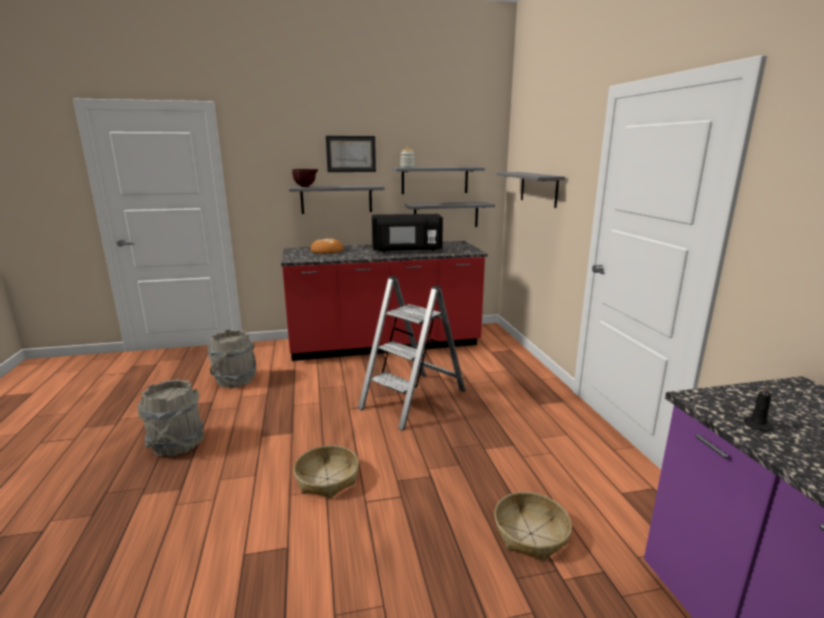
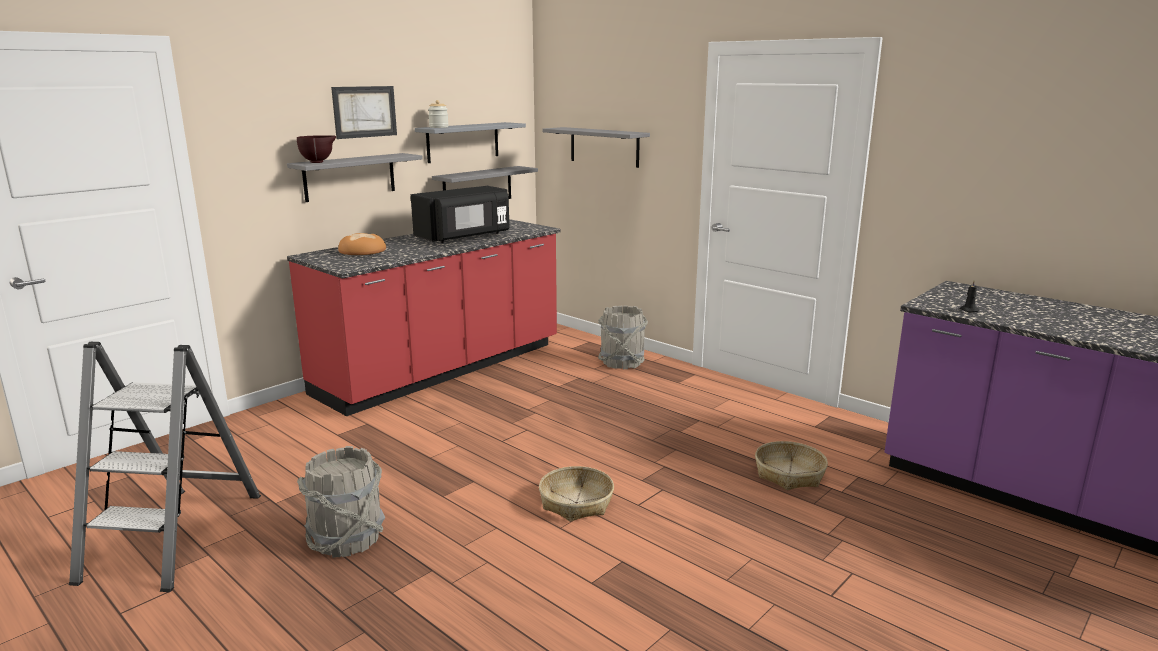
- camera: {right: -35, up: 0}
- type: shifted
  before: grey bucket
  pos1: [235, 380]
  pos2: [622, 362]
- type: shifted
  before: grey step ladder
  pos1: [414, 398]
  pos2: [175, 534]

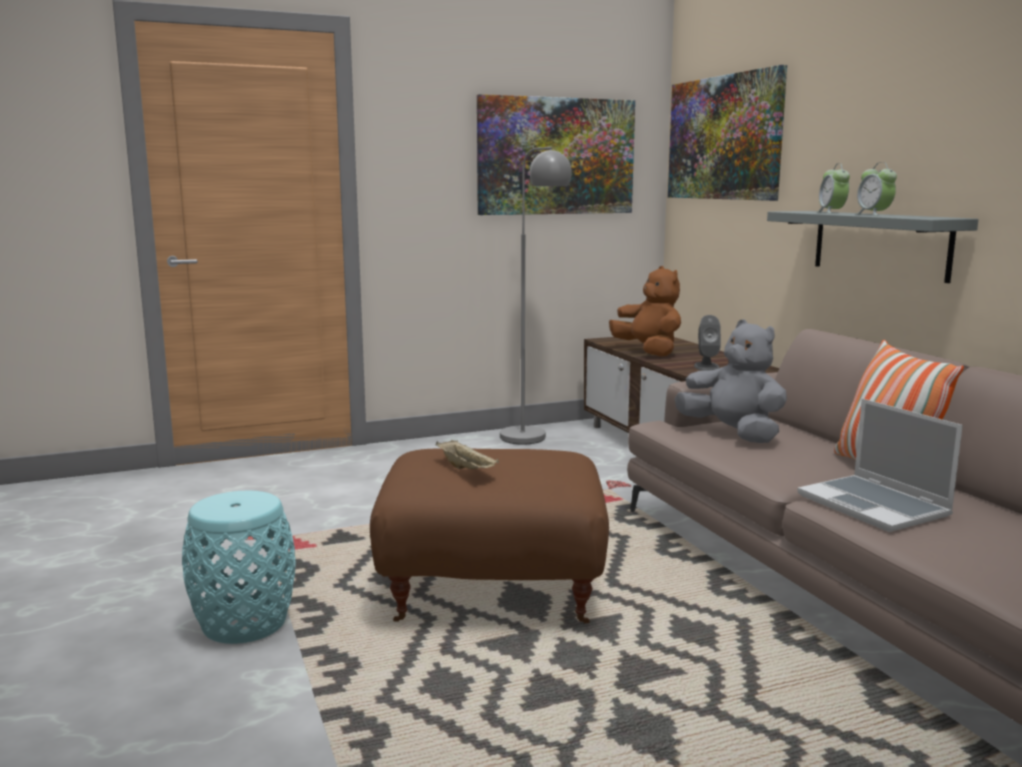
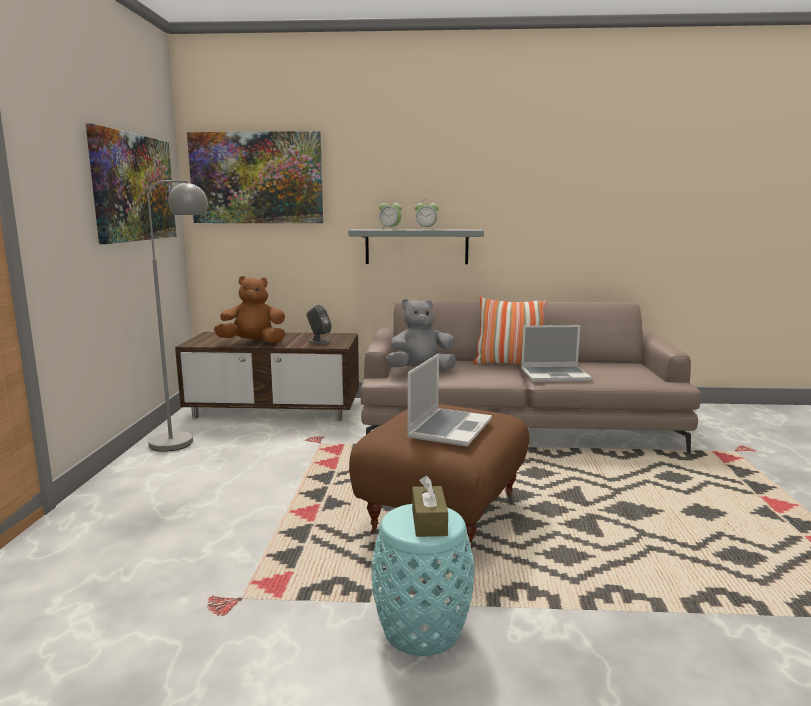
- camera: {right: -65, up: 0}
- type: new
  after: brown tissue box
  pos2: [429, 521]
- type: swapped
  before: beige tray
  after: laptop
  pos1: [467, 469]
  pos2: [449, 428]

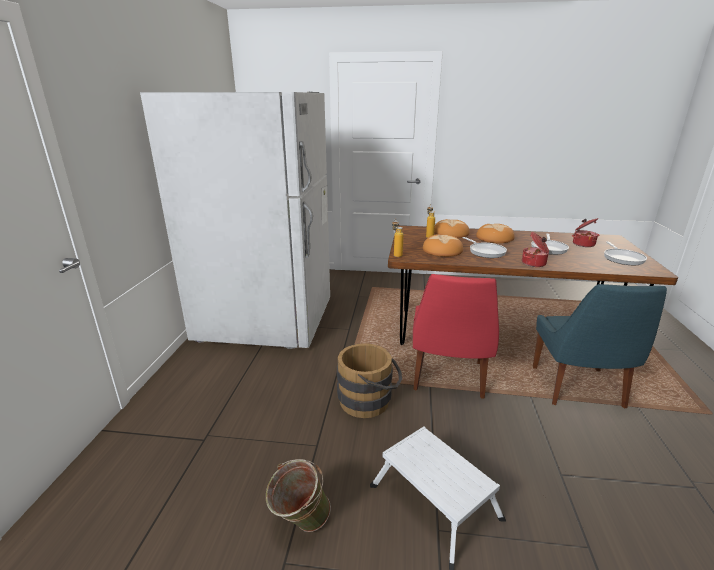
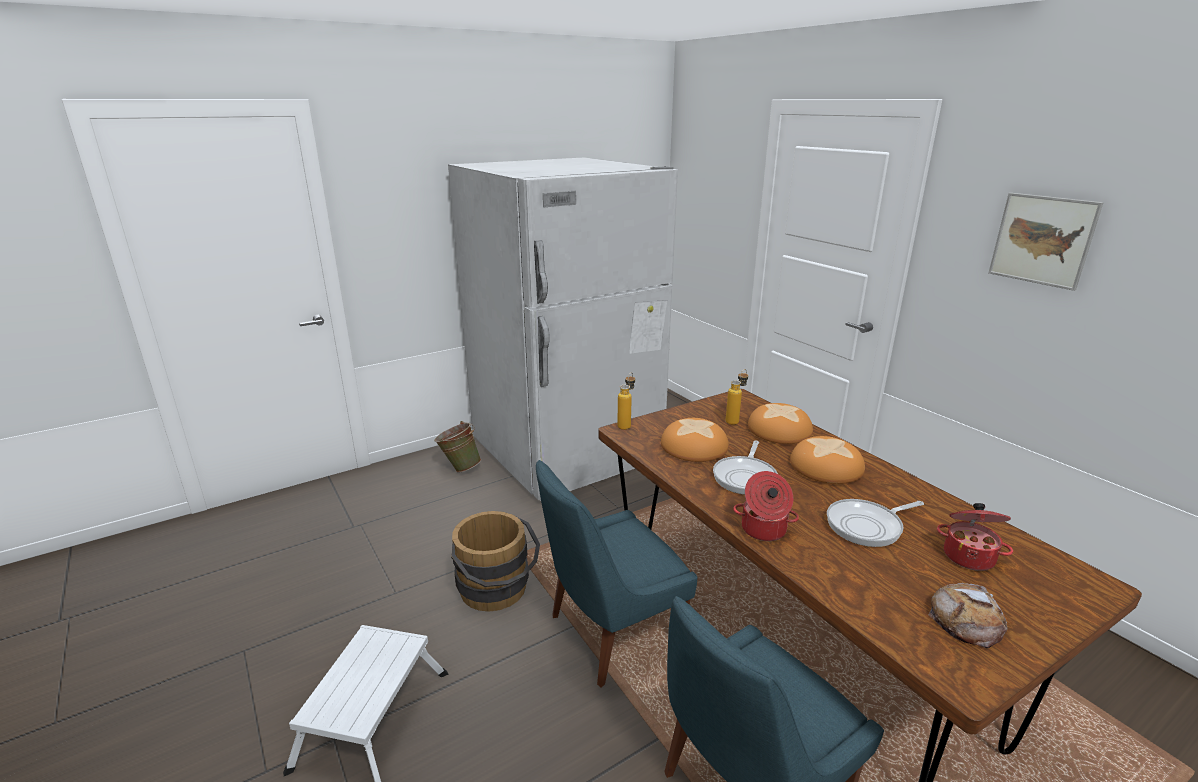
- camera: {right: 50, up: 0}
- type: new
  after: picture
  pos2: [1042, 240]
- type: shifted
  before: green bucket
  pos1: [300, 523]
  pos2: [459, 467]
- type: swapped
  before: frying pan
  after: bread
  pos1: [622, 258]
  pos2: [966, 620]
- type: repainted
  before: red chair
  after: blue chair
  pos1: [448, 378]
  pos2: [610, 634]

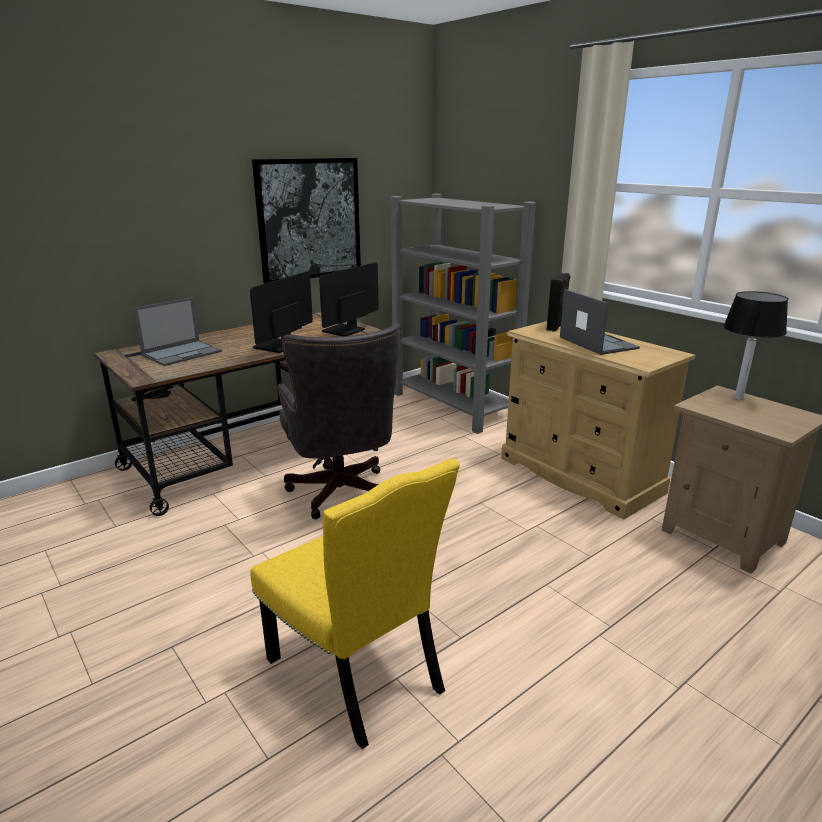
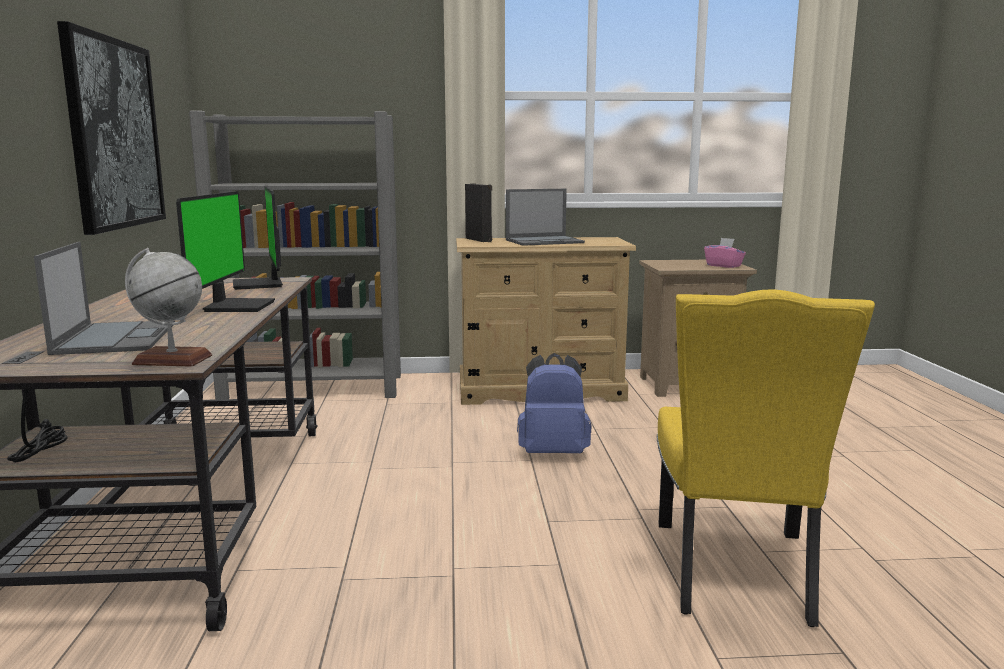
- camera: {right: -55, up: -10}
- type: gone
  before: grey office chair
  pos1: [342, 494]
- type: gone
  before: table lamp
  pos1: [738, 398]
- type: new
  after: globe
  pos2: [172, 360]
- type: new
  after: blue backpack
  pos2: [553, 452]
- type: new
  after: pink tissue box
  pos2: [724, 266]
- type: rotated
  before: monitor
  pos1: [278, 347]
  pos2: [236, 306]
  turn: -150
- type: rotated
  before: yellow chair
  pos1: [355, 669]
  pos2: [735, 567]
  turn: 105
- type: rotated
  before: laptop
  pos1: [597, 342]
  pos2: [545, 241]
  turn: 150

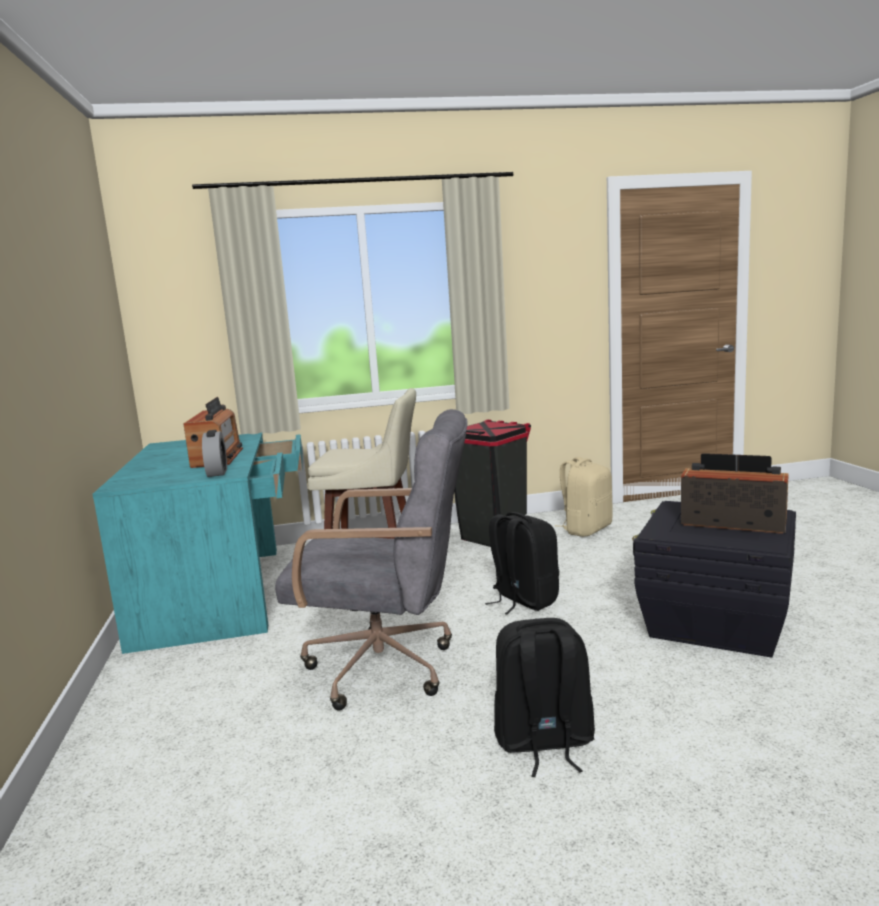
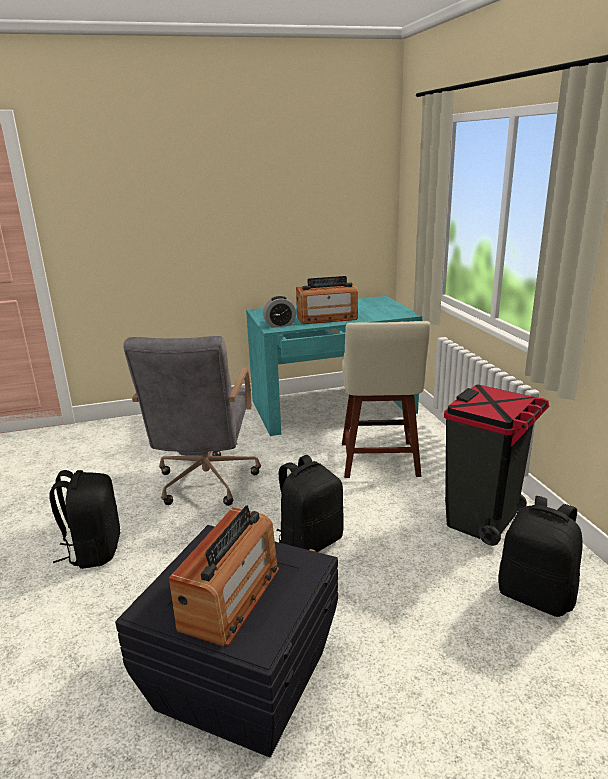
- camera: {right: 85, up: 10}
- type: repainted
  before: beige backpack
  after: black backpack
  pos1: [586, 529]
  pos2: [536, 595]

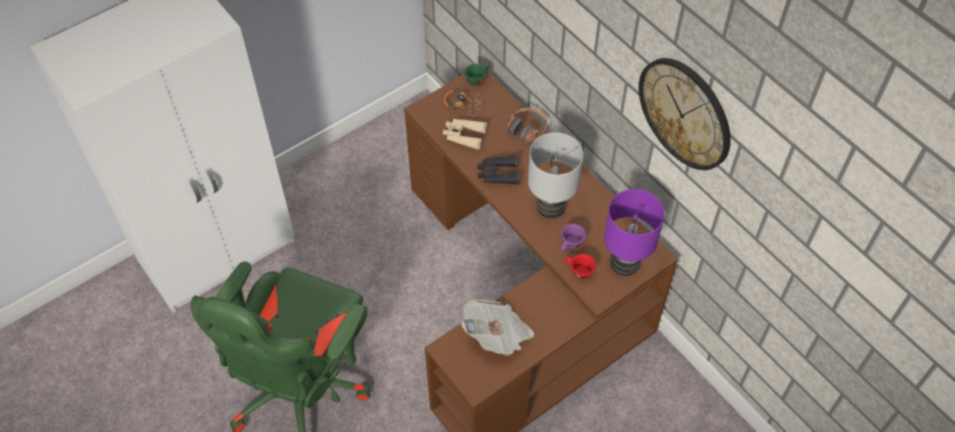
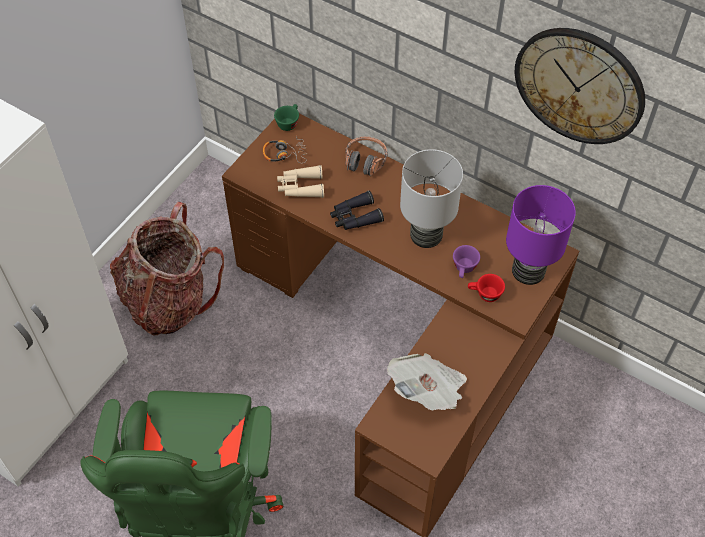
- camera: {right: -20, up: 0}
- type: new
  after: backpack
  pos2: [169, 300]

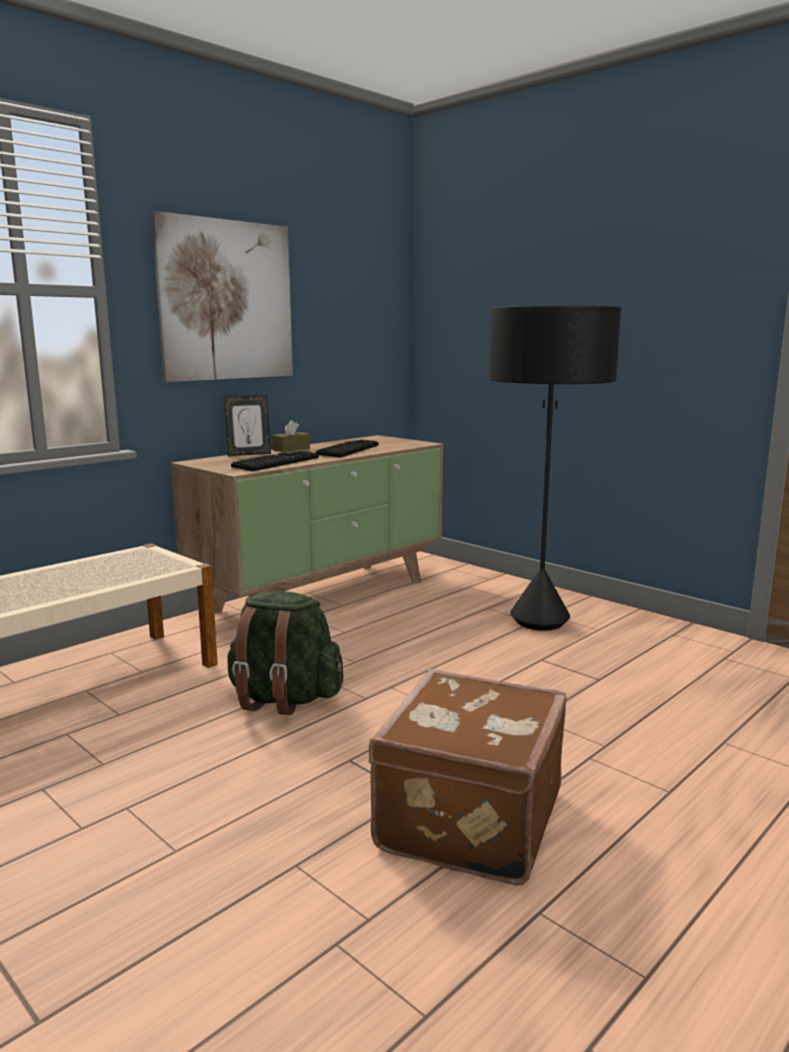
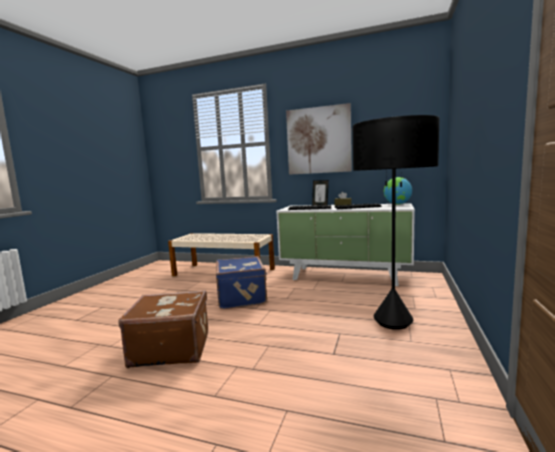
- camera: {right: 65, up: -5}
- type: new
  after: globe
  pos2: [397, 204]
- type: swapped
  before: green backpack
  after: blue suitcase
  pos1: [284, 699]
  pos2: [242, 297]
- type: repainted
  before: green dresser
  after: white dresser
  pos1: [320, 595]
  pos2: [345, 276]

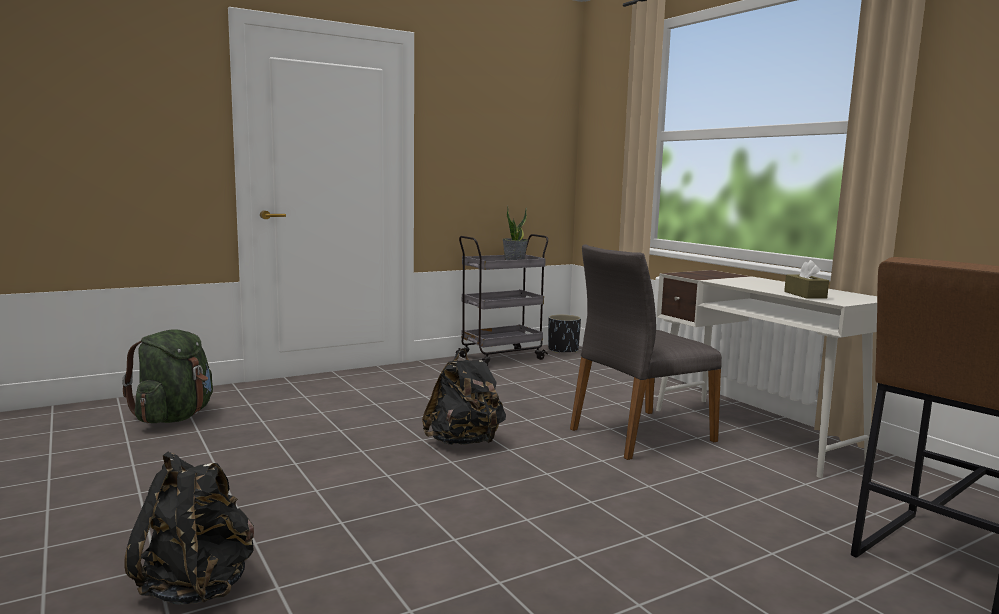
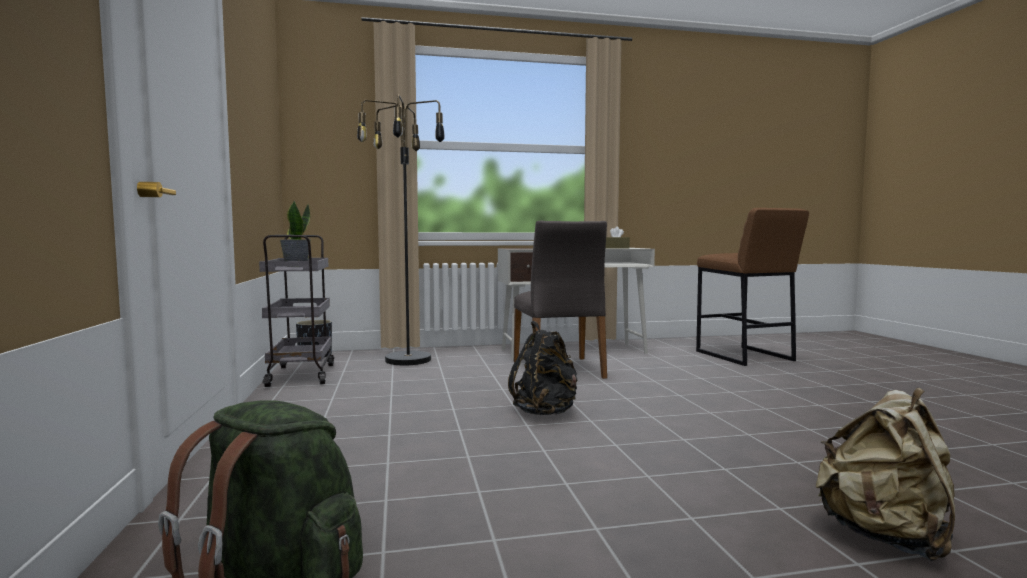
- camera: {right: -70, up: -5}
- type: new
  after: floor lamp
  pos2: [407, 360]
- type: repainted
  before: black backpack
  after: beige backpack
  pos1: [197, 586]
  pos2: [885, 536]

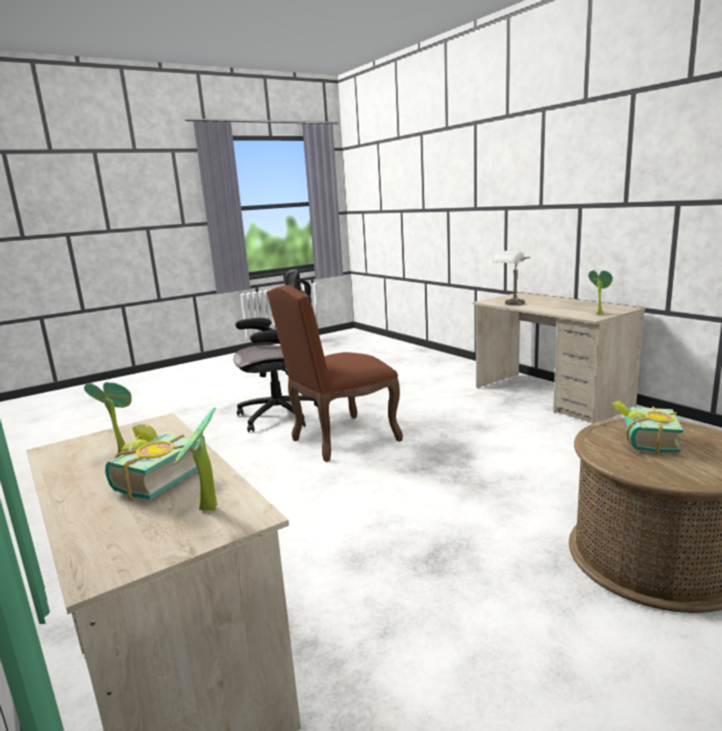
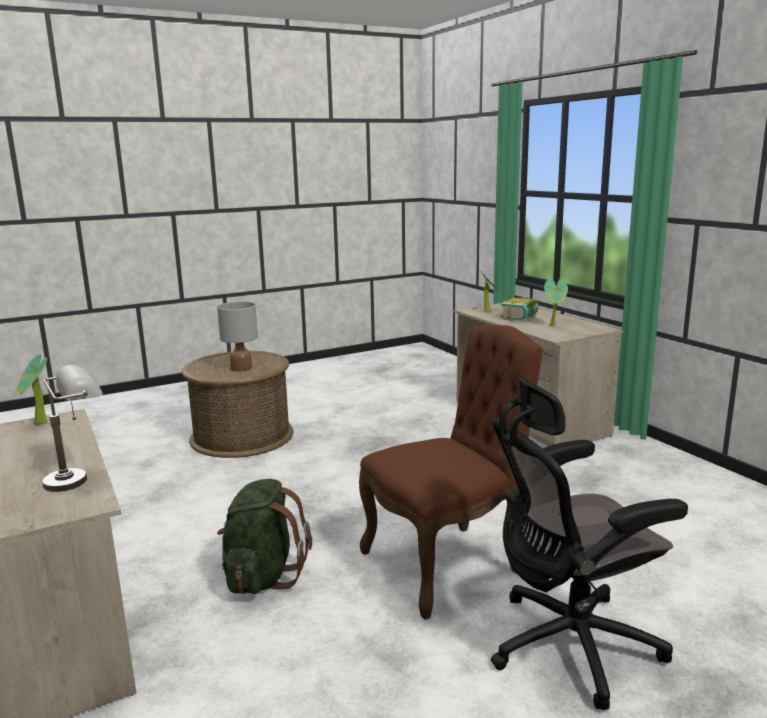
- camera: {right: -175, up: 0}
- type: new
  after: green backpack
  pos2: [262, 576]
- type: swapped
  before: book
  after: grey table lamp
  pos1: [642, 442]
  pos2: [241, 368]

